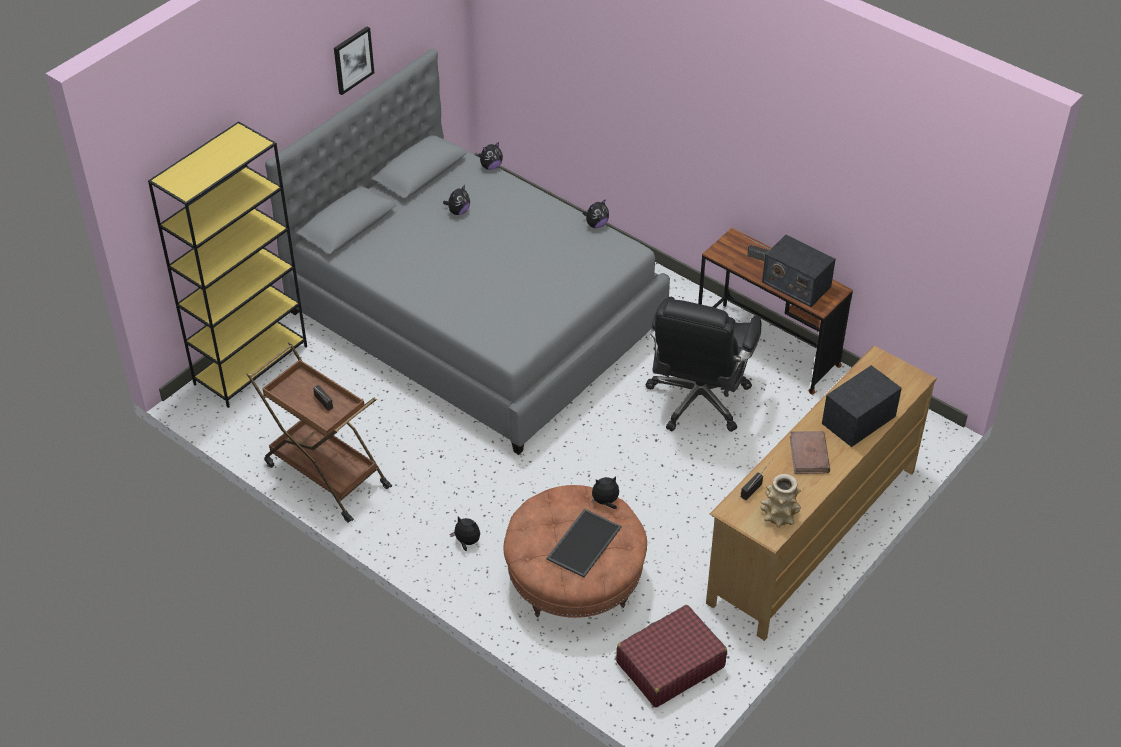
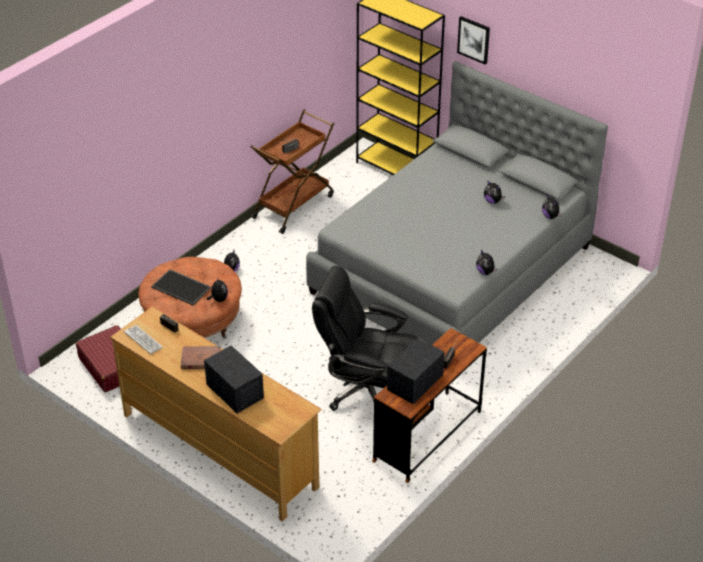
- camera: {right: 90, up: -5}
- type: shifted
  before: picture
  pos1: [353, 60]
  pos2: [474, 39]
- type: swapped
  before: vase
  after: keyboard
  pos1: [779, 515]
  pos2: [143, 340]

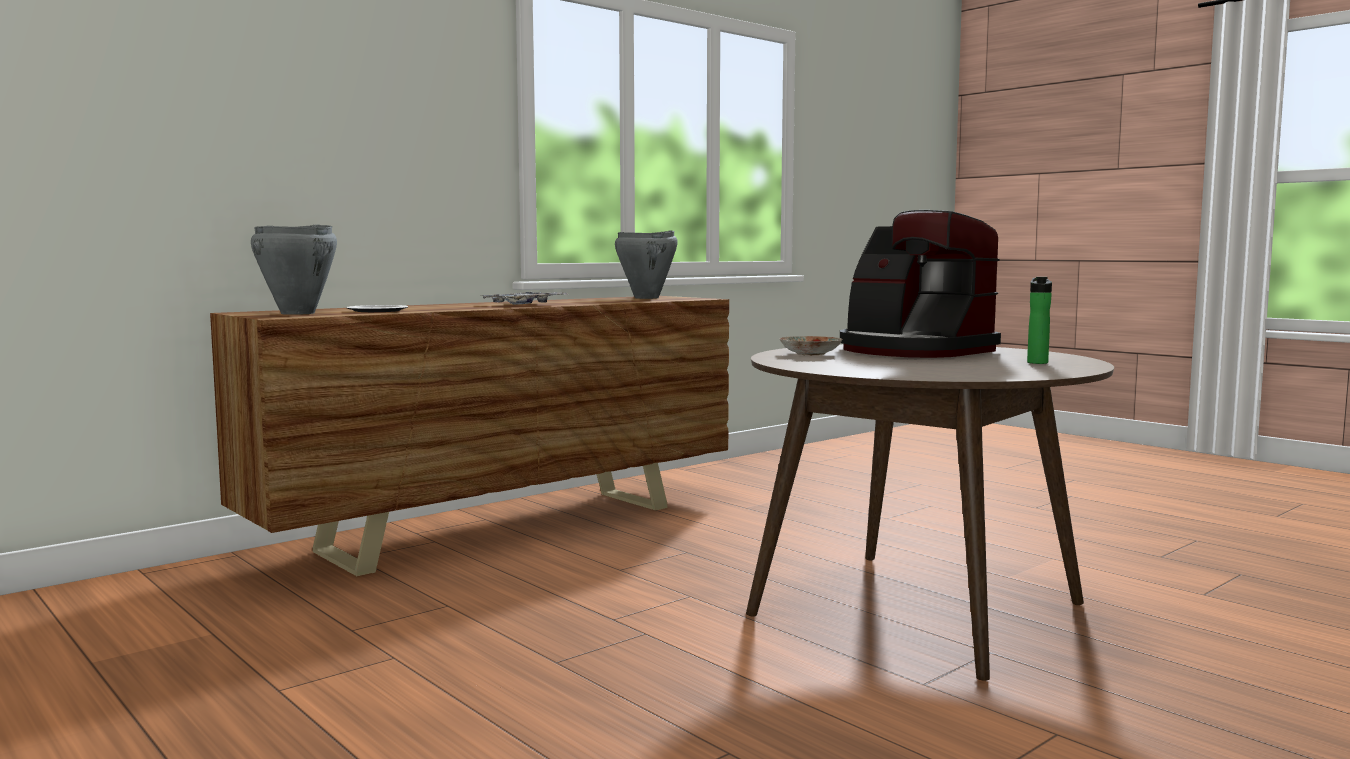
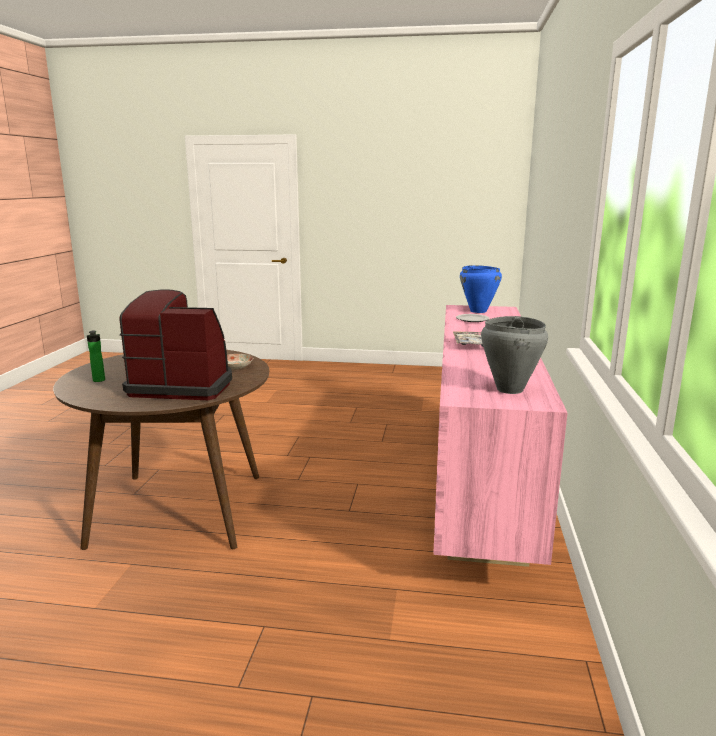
- camera: {right: 140, up: 10}
- type: repainted
  before: brown cabinet
  after: pink cabinet
  pos1: [506, 528]
  pos2: [480, 491]
- type: repainted
  before: grey cooking pot
  after: blue cooking pot
  pos1: [298, 313]
  pos2: [478, 311]

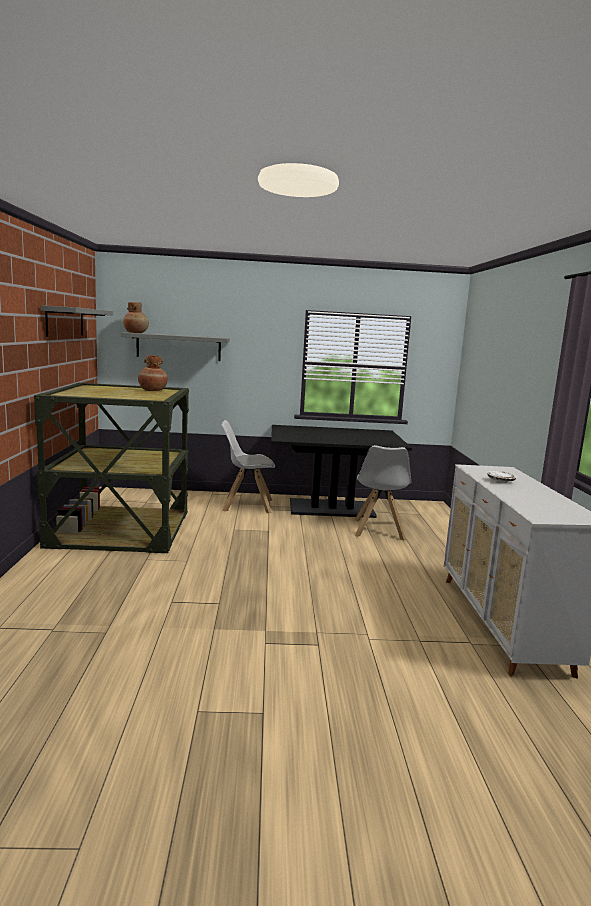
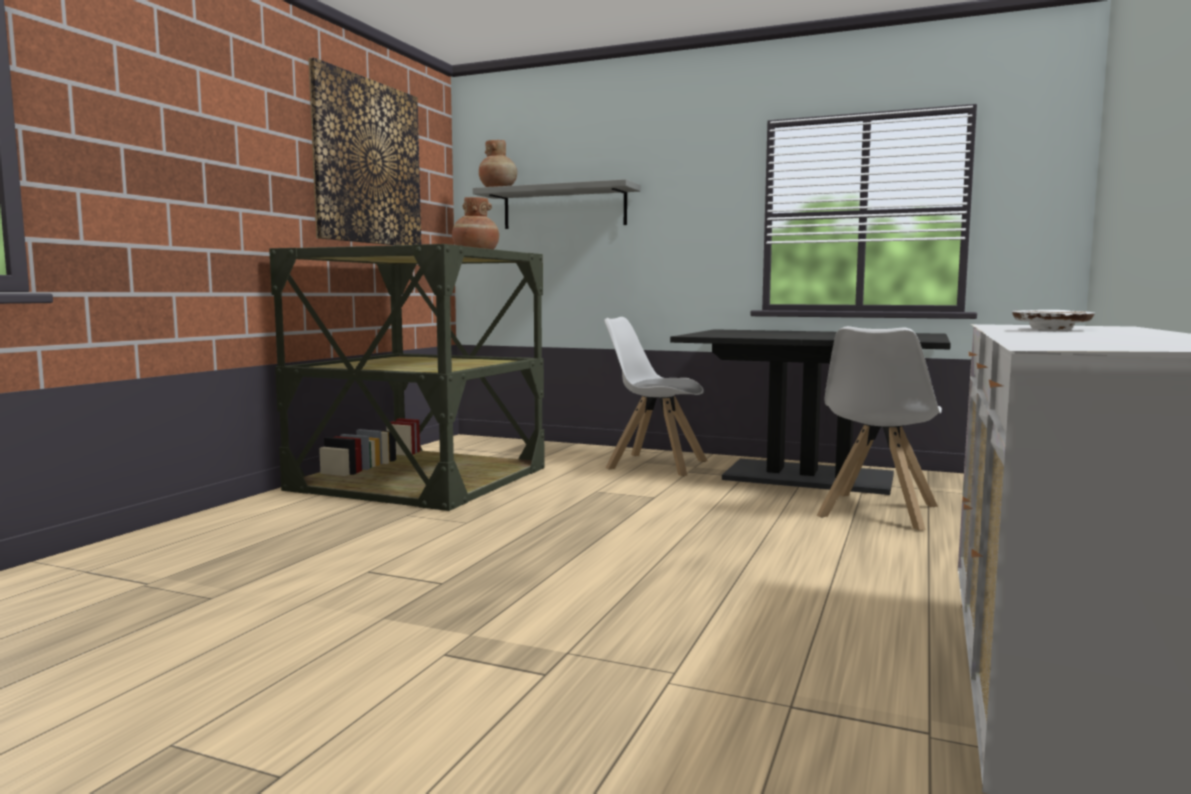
- camera: {right: 25, up: -5}
- type: swapped
  before: grey shelf
  after: picture
  pos1: [65, 322]
  pos2: [368, 162]

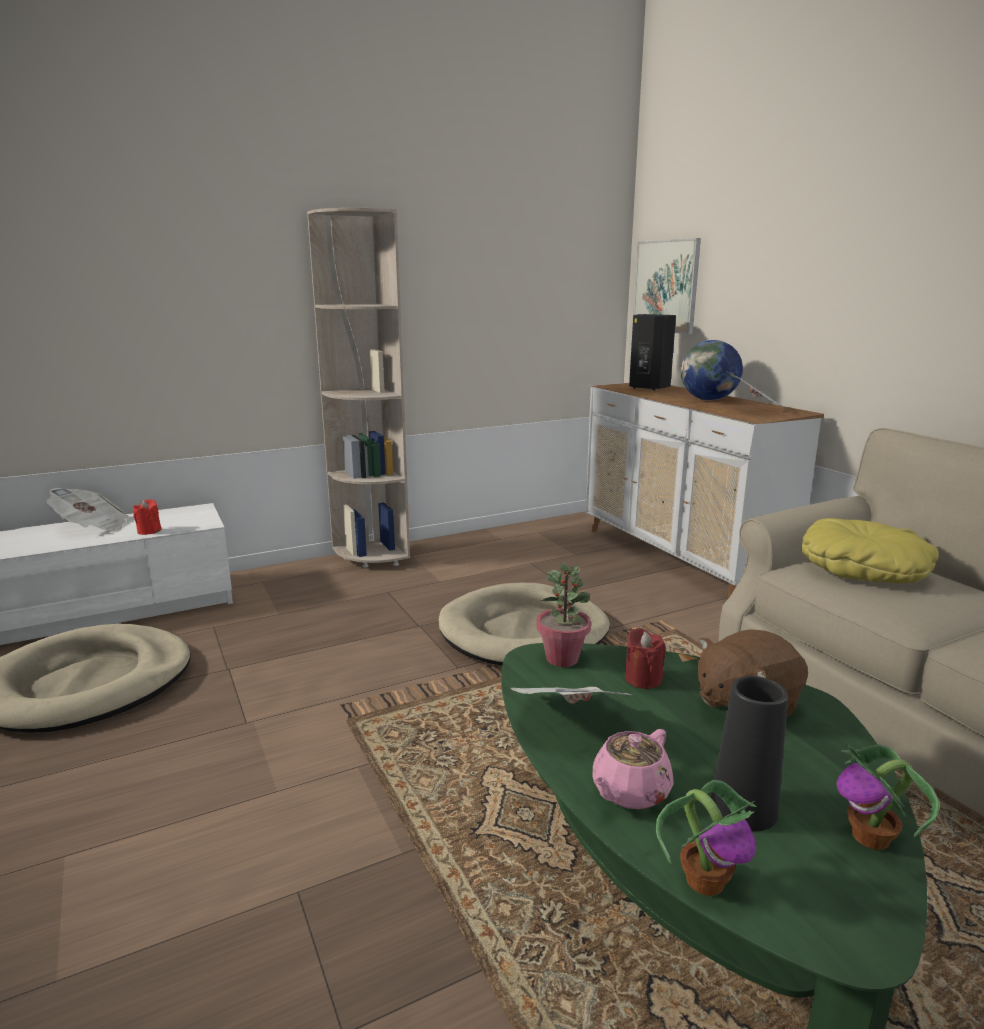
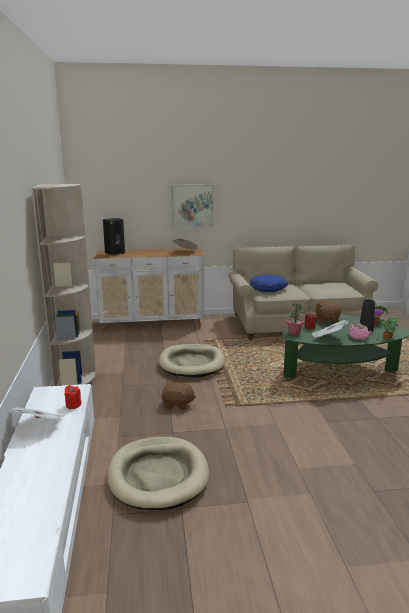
- camera: {right: -70, up: 0}
- type: gone
  before: globe
  pos1: [708, 400]
- type: new
  after: brown plush toy
  pos2: [178, 404]
- type: shifted
  before: picture
  pos1: [666, 286]
  pos2: [192, 206]
- type: repainted
  before: yellow pillow
  after: blue pillow
  pos1: [863, 568]
  pos2: [267, 289]

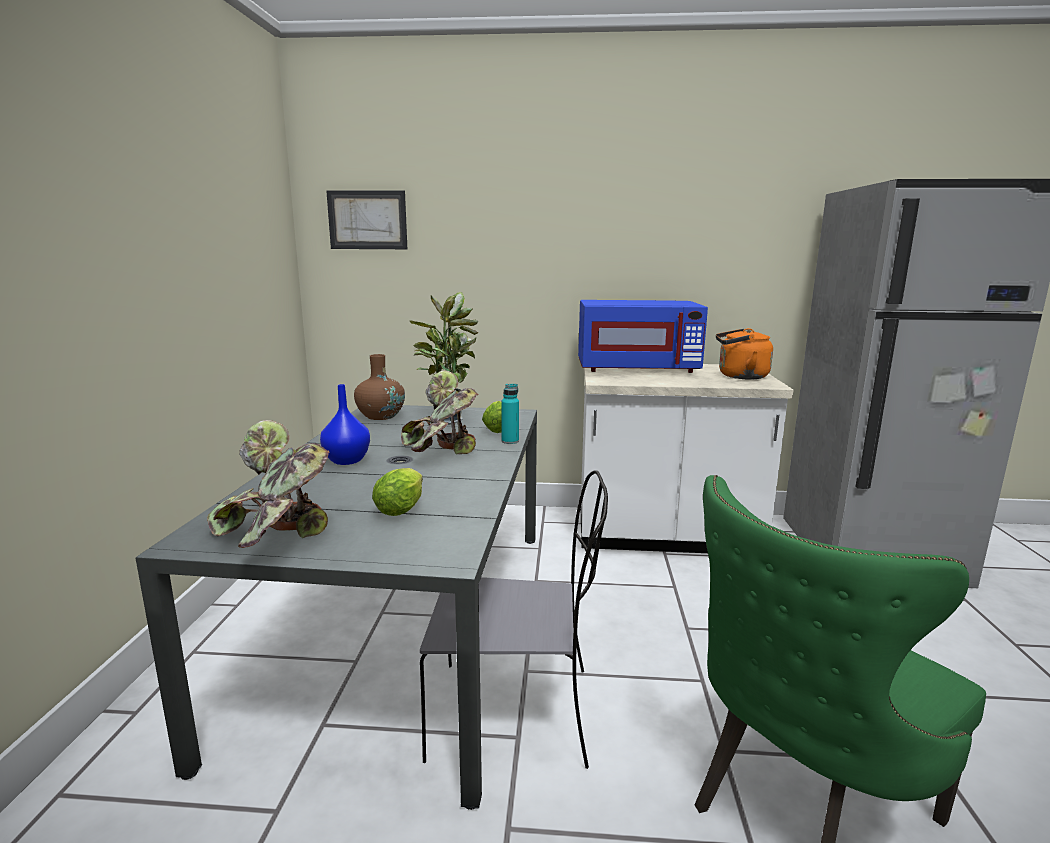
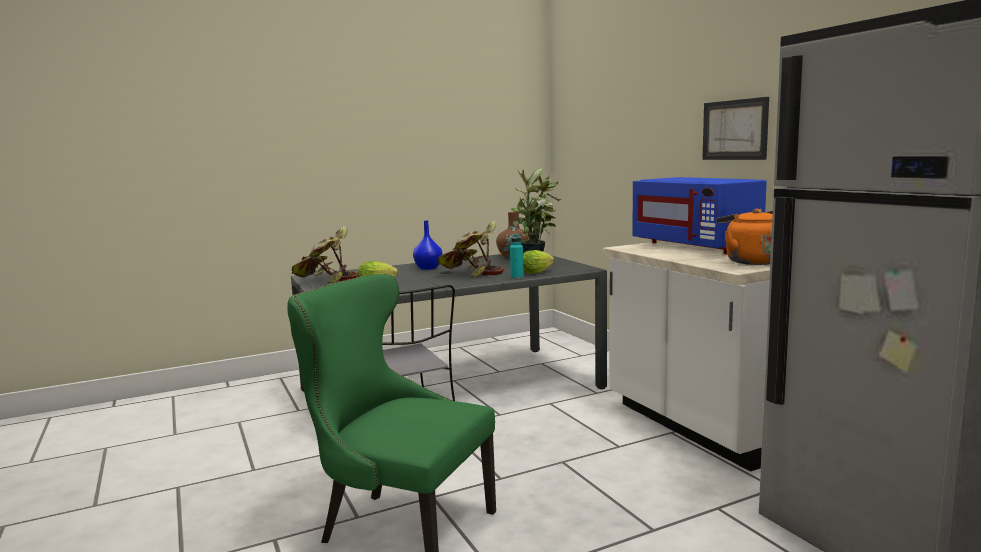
- camera: {right: 60, up: -5}
- type: shifted
  before: picture
  pos1: [367, 220]
  pos2: [734, 130]

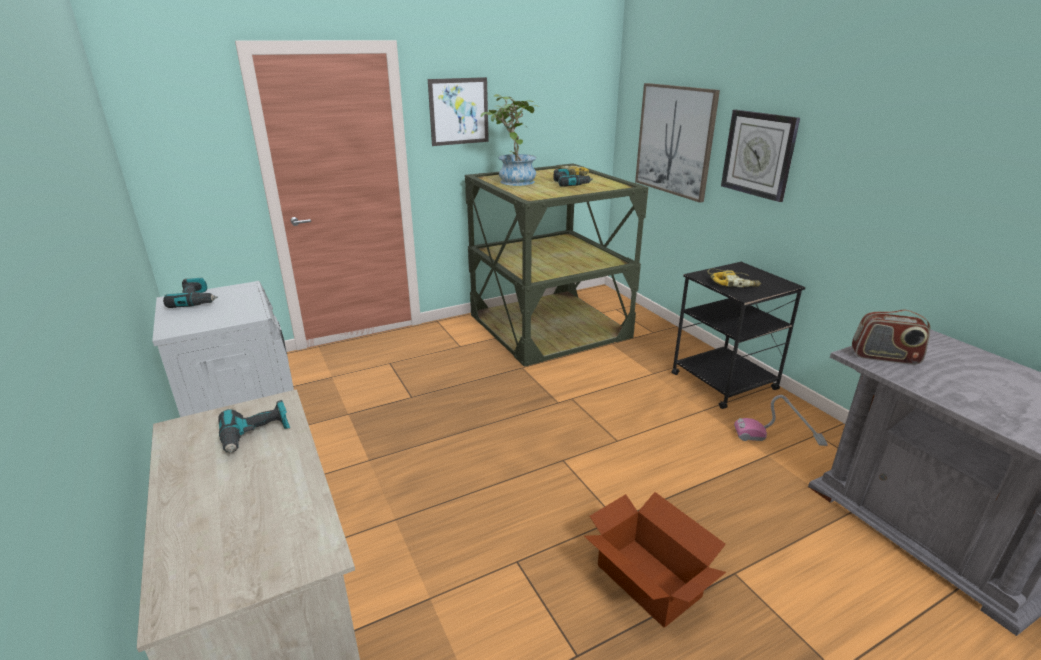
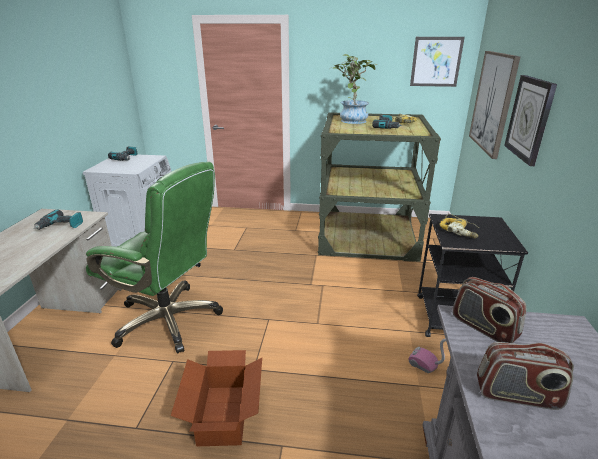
- camera: {right: 35, up: 0}
- type: new
  after: green office chair
  pos2: [167, 319]
- type: new
  after: radio
  pos2: [517, 395]
- type: shifted
  before: picture
  pos1: [459, 111]
  pos2: [436, 62]

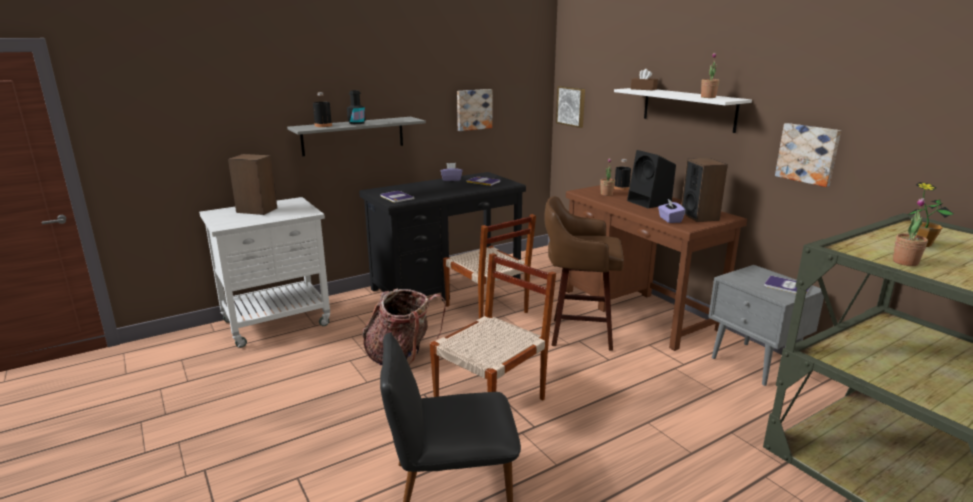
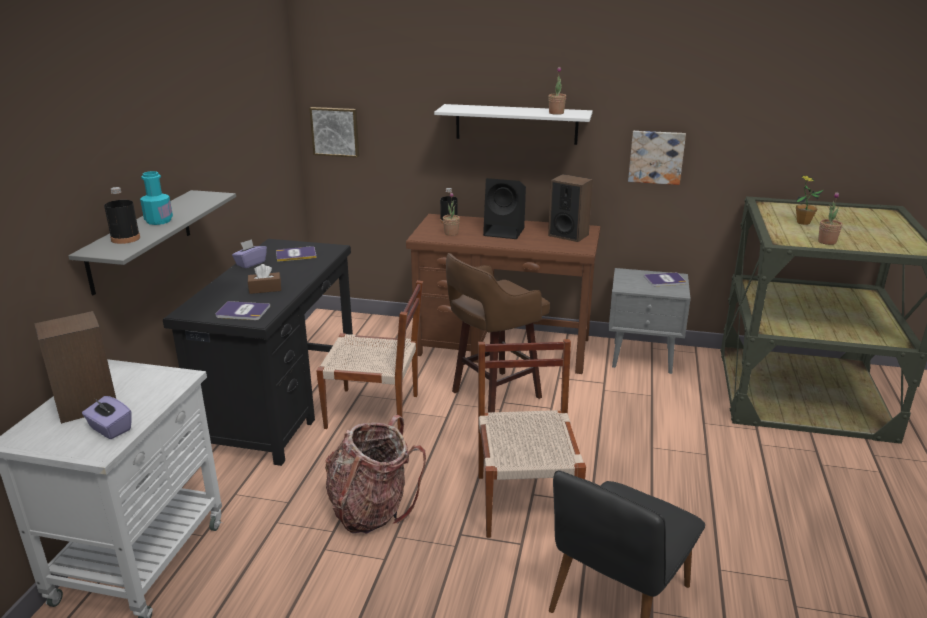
- camera: {right: -45, up: 5}
- type: gone
  before: picture
  pos1: [473, 109]
- type: shifted
  before: brown tissue box
  pos1: [643, 89]
  pos2: [265, 289]
- type: shifted
  before: purple tissue box
  pos1: [669, 220]
  pos2: [110, 429]
- type: repainted
  before: black bottle
  after: turquoise bottle
  pos1: [356, 123]
  pos2: [159, 221]

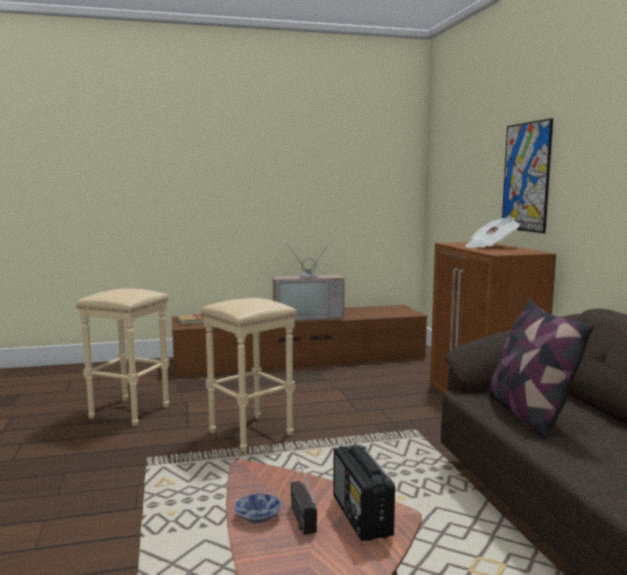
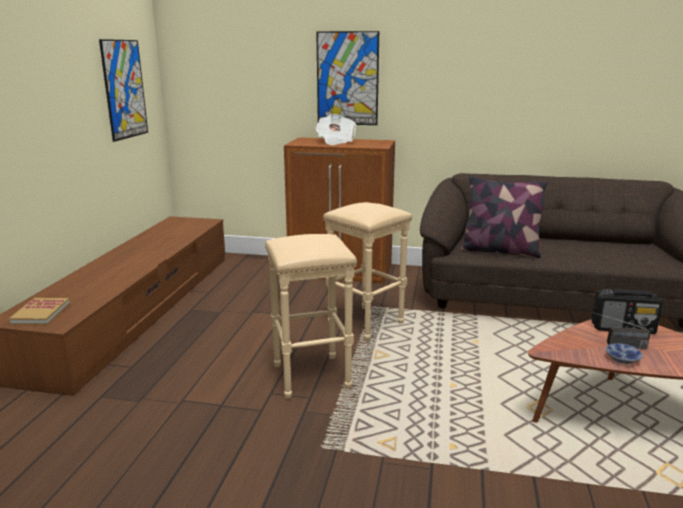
- camera: {right: -65, up: 10}
- type: gone
  before: television
  pos1: [308, 316]
- type: new
  after: picture
  pos2: [124, 89]
- type: shifted
  before: beige stool
  pos1: [131, 411]
  pos2: [365, 322]

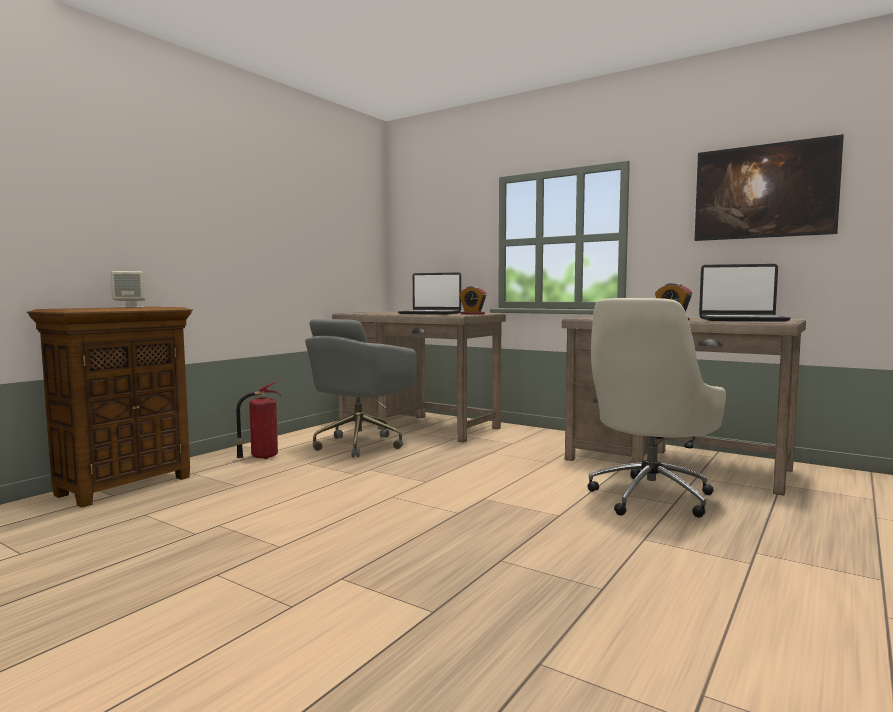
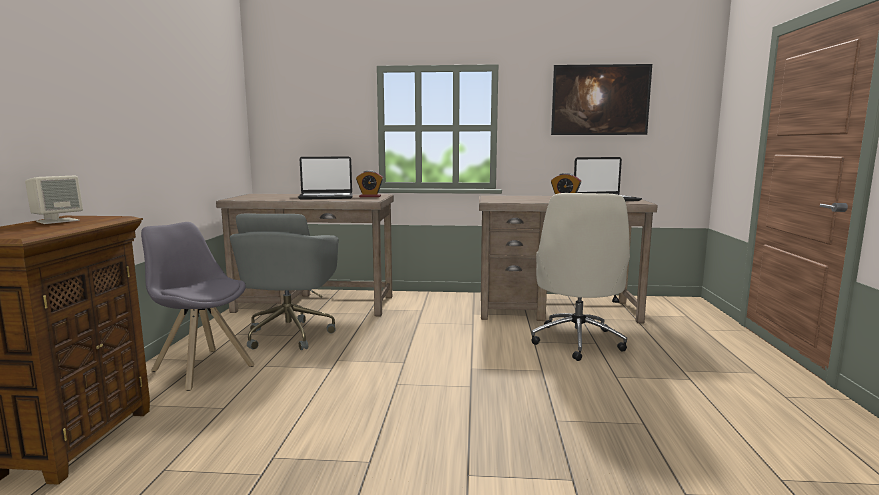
- camera: {right: -30, up: 5}
- type: swapped
  before: fire extinguisher
  after: grey chair
  pos1: [262, 457]
  pos2: [202, 368]

